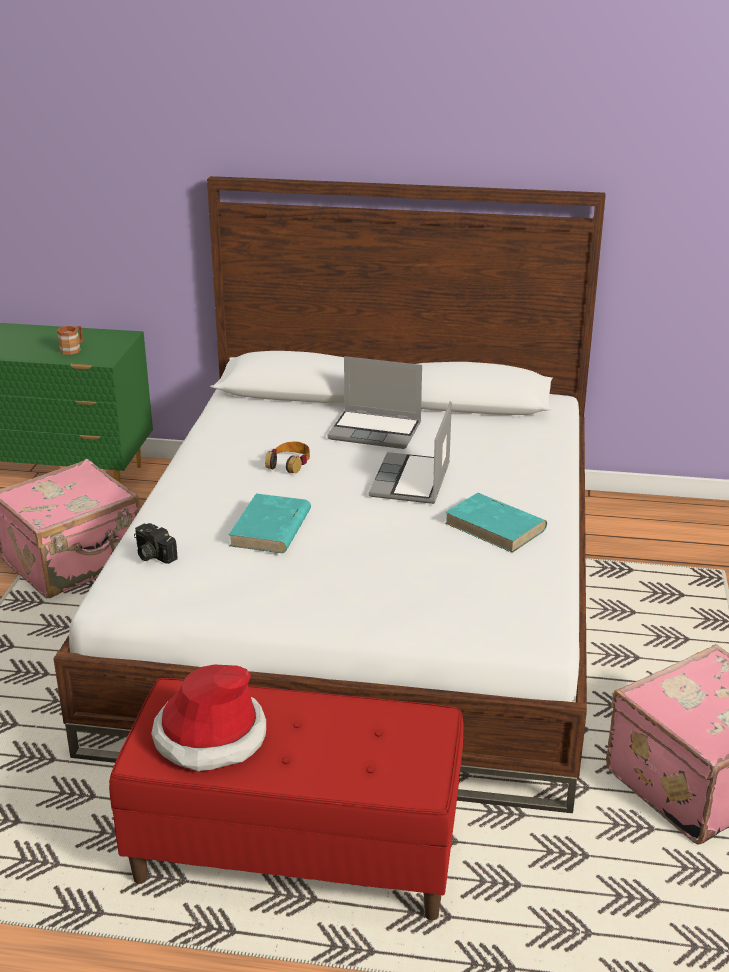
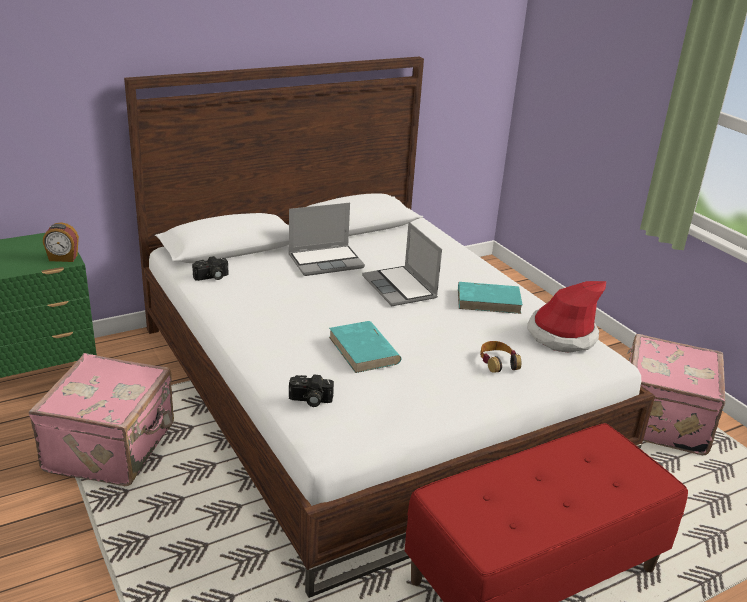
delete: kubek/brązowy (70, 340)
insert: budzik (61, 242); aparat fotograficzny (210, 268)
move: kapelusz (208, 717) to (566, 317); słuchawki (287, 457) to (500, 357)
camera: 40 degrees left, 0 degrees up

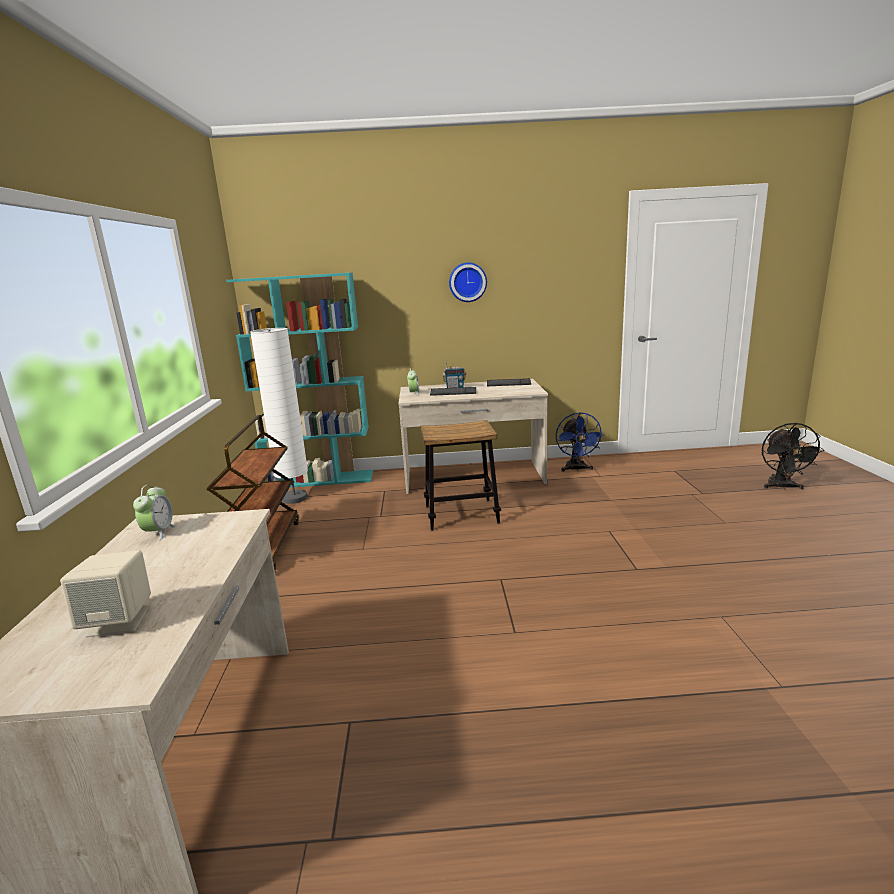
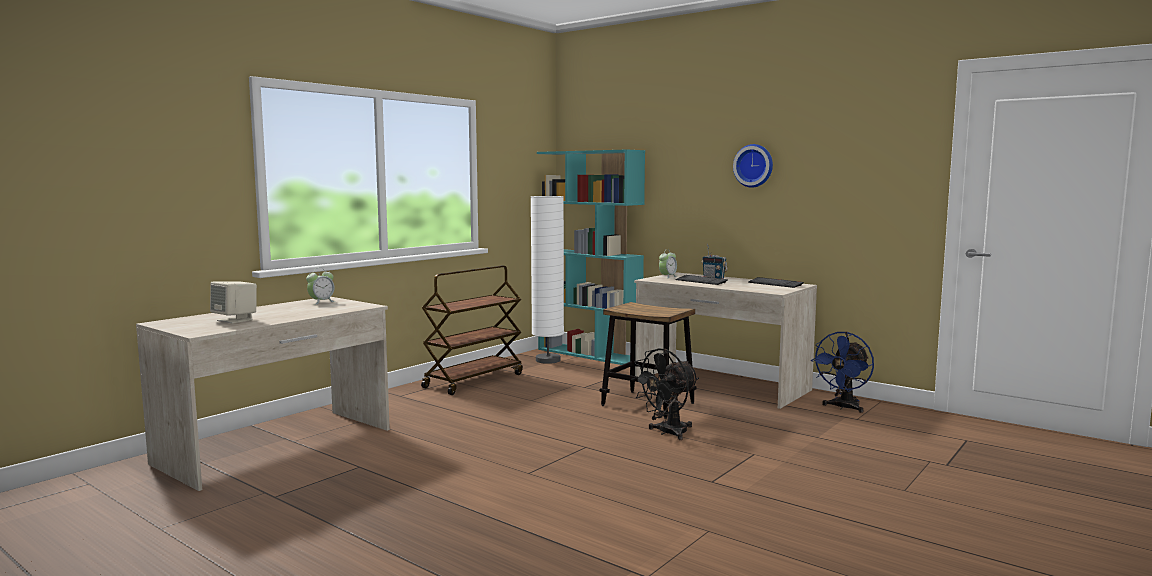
move: wentylator/czarny (793, 456) to (665, 394)
camera: 40 degrees right, 10 degrees down

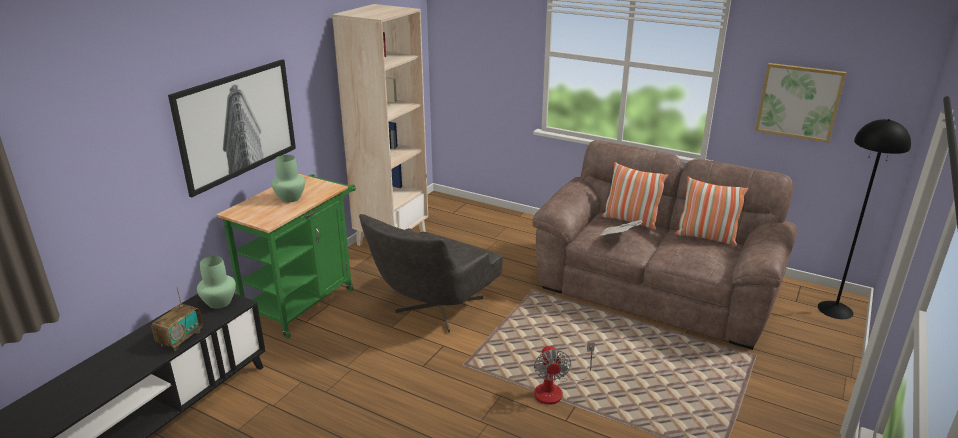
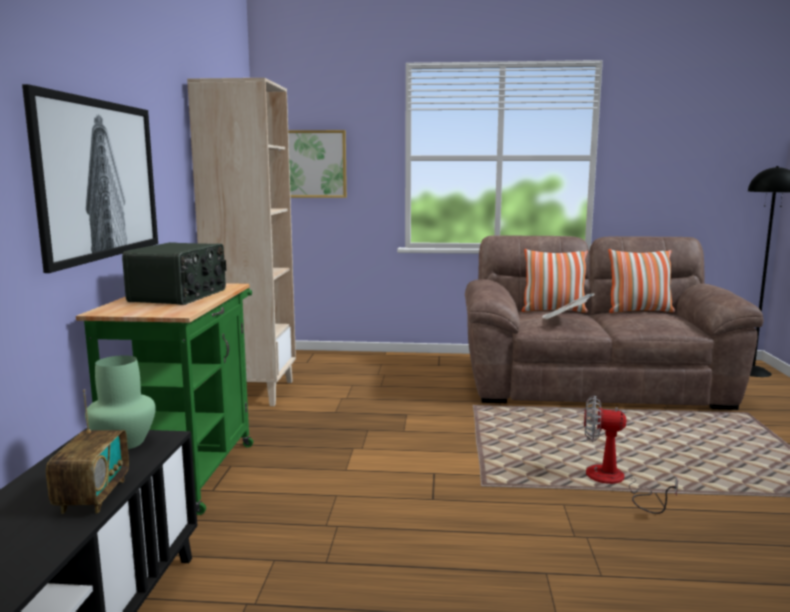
delete: fotel/szary (431, 273)
move: obraz (800, 103) to (317, 164)
replace: wazon/zielony (288, 179) to radio (174, 273)
rotate: wentylator (564, 373) = (631, 455) 135 degrees clockwise
camera: 25 degrees left, 15 degrees down

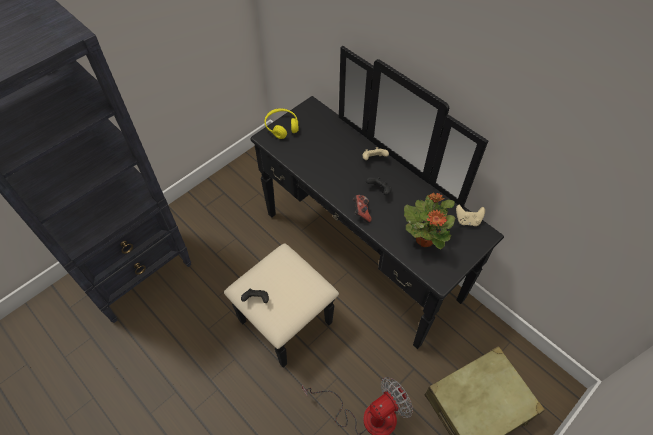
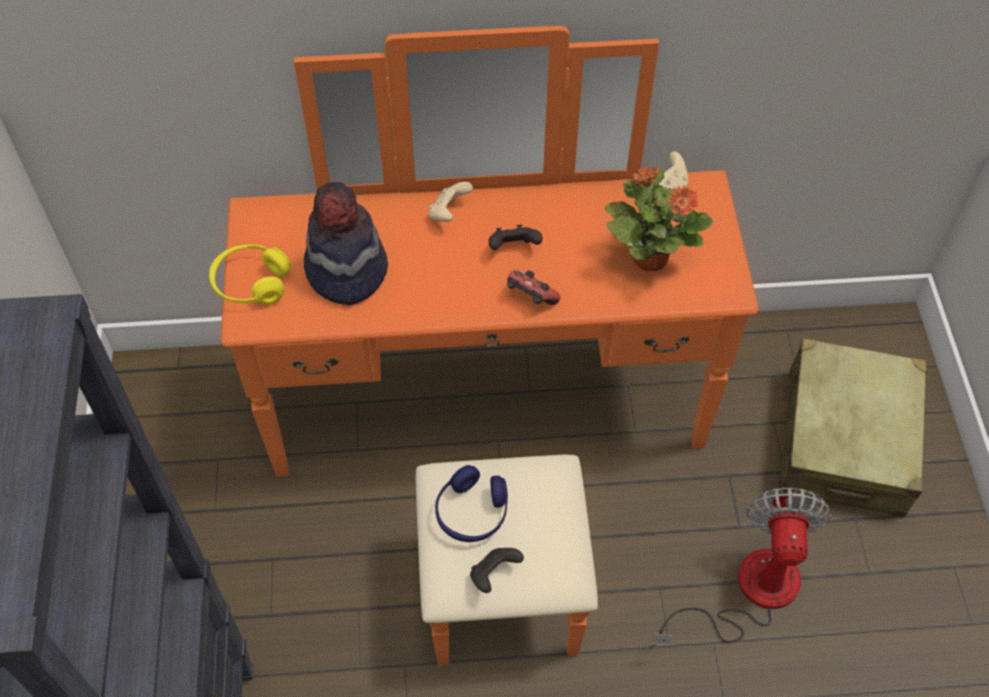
insert: kapelusz (346, 243); słuchawki/niebieski (471, 503)
recolor: komoda/czarny (364, 207) to komoda/pomarańczowy (489, 346)
camera: 50 degrees left, 0 degrees up

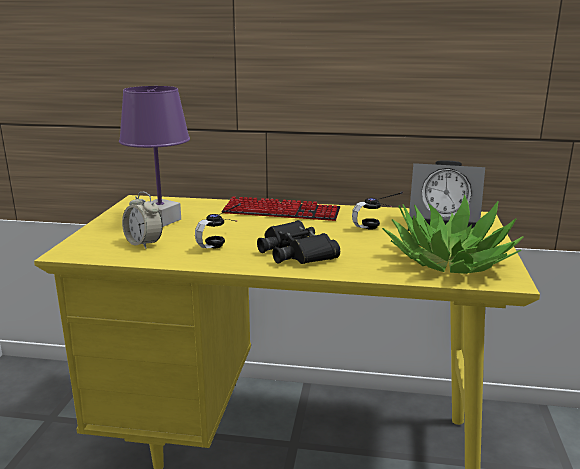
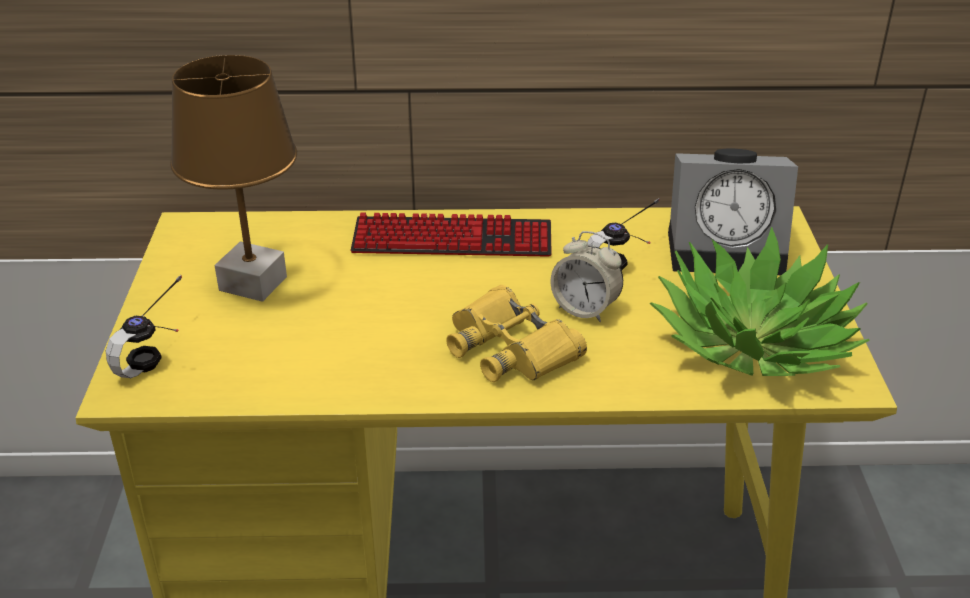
move: budzik (142, 220) to (586, 276); słuchawki (218, 226) to (144, 326)
recolor: lampa stołowa/fioletowy (154, 156) to lampa stołowa/brązowy (233, 178); lornetka/czarny (298, 242) to lornetka/żółty (516, 333)
camera: 10 degrees left, 15 degrees up

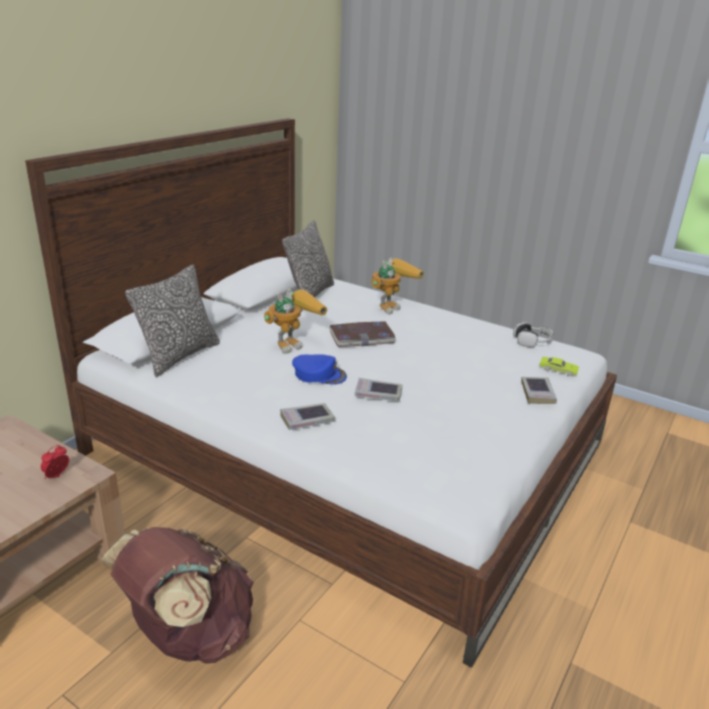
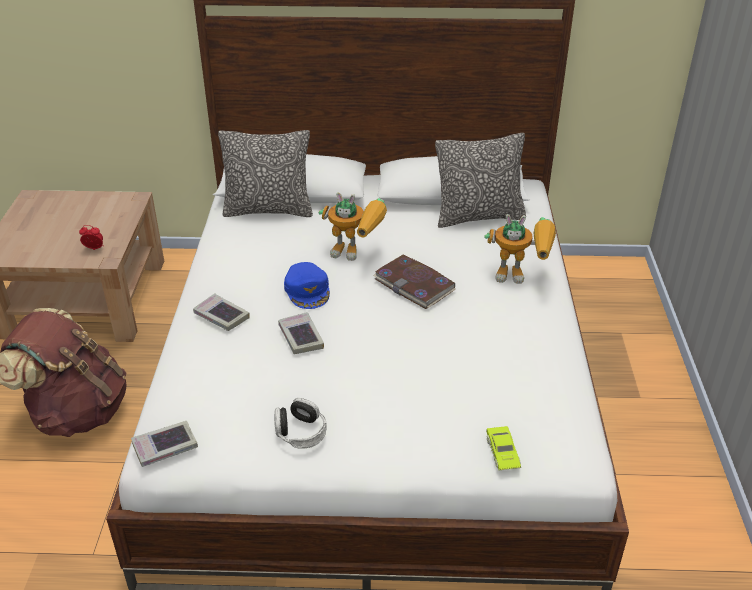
move: słuchawki (533, 335) to (300, 423); książka (539, 390) to (164, 444)
camera: 60 degrees right, 10 degrees up

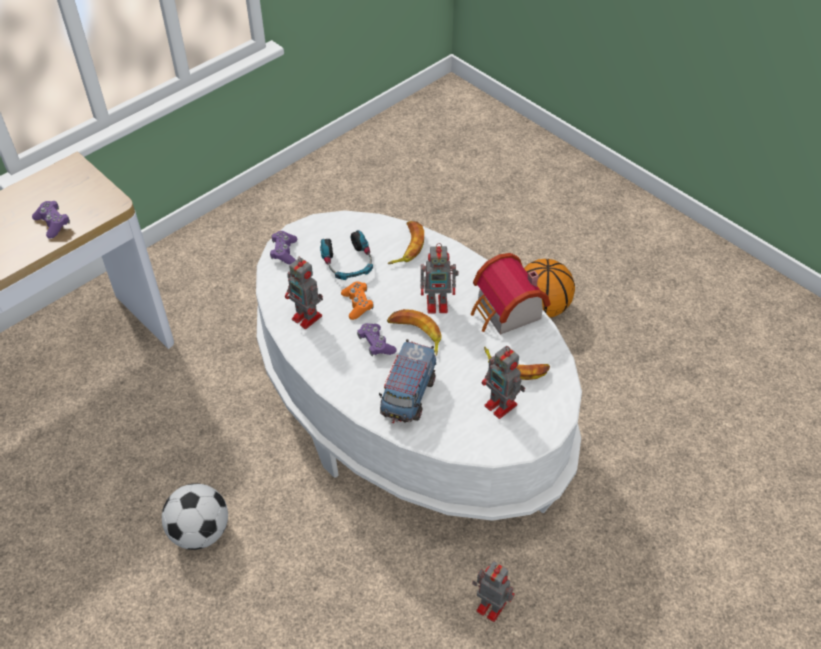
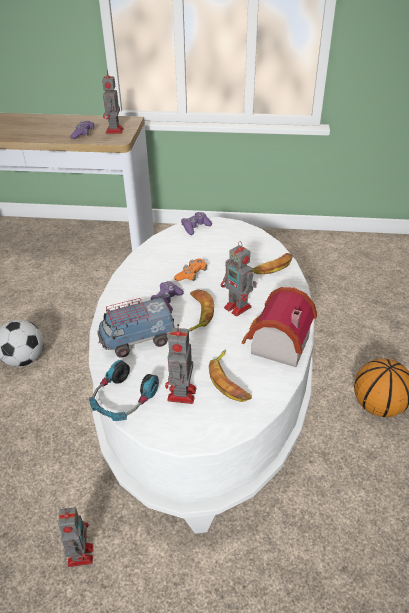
move: robot zabawkowy (304, 293) to (113, 102); słuchawki (346, 255) to (124, 390)
camera: 50 degrees right, 10 degrees down

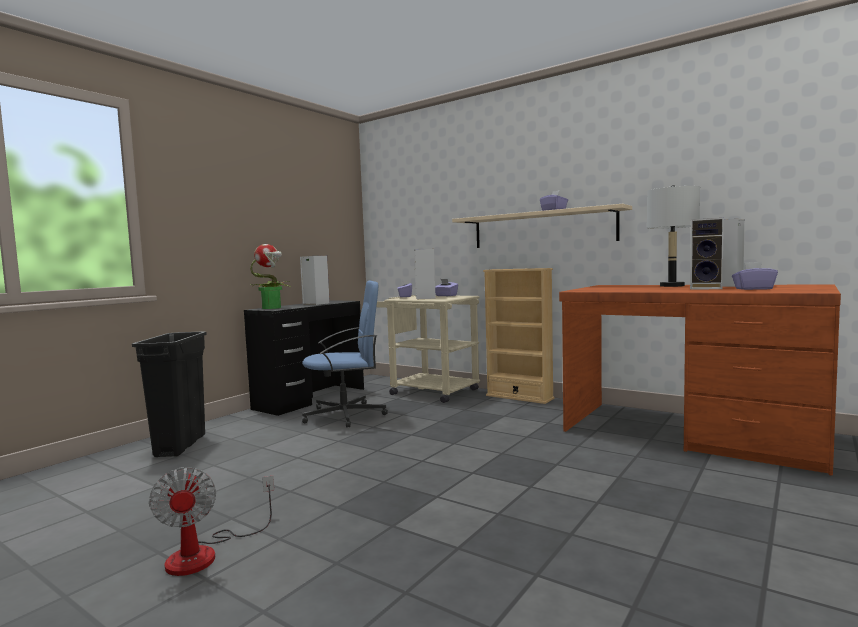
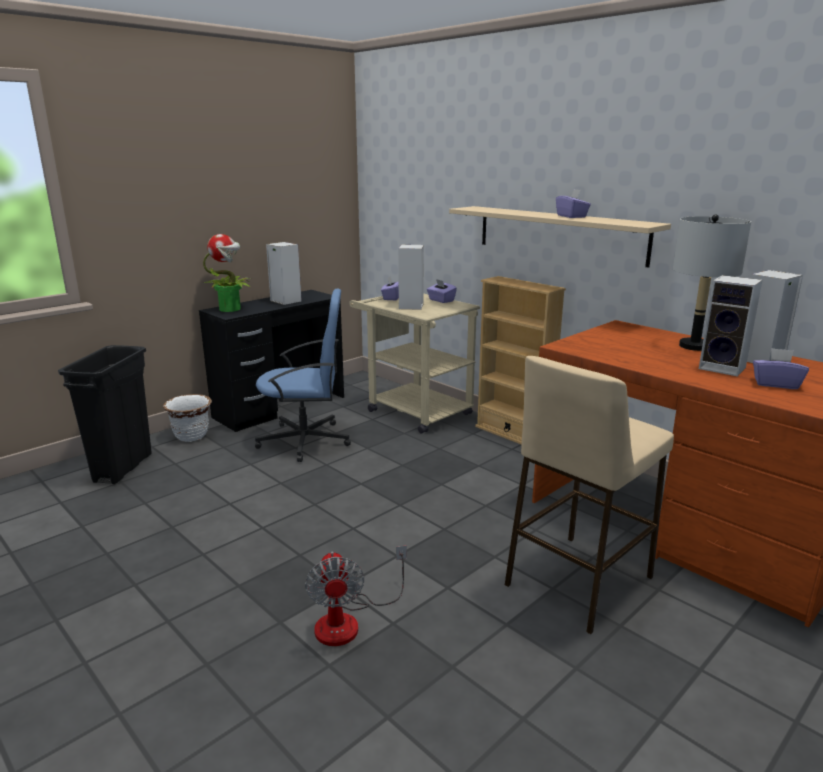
insert: donica/biały (187, 418); stołek/beżowy (589, 495)
move: wentylator (211, 521) to (356, 595)
camera: 10 degrees right, 15 degrees up

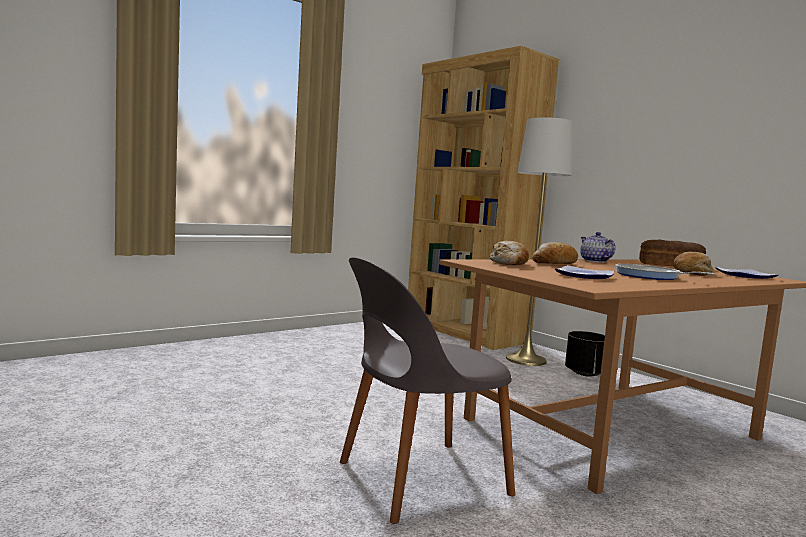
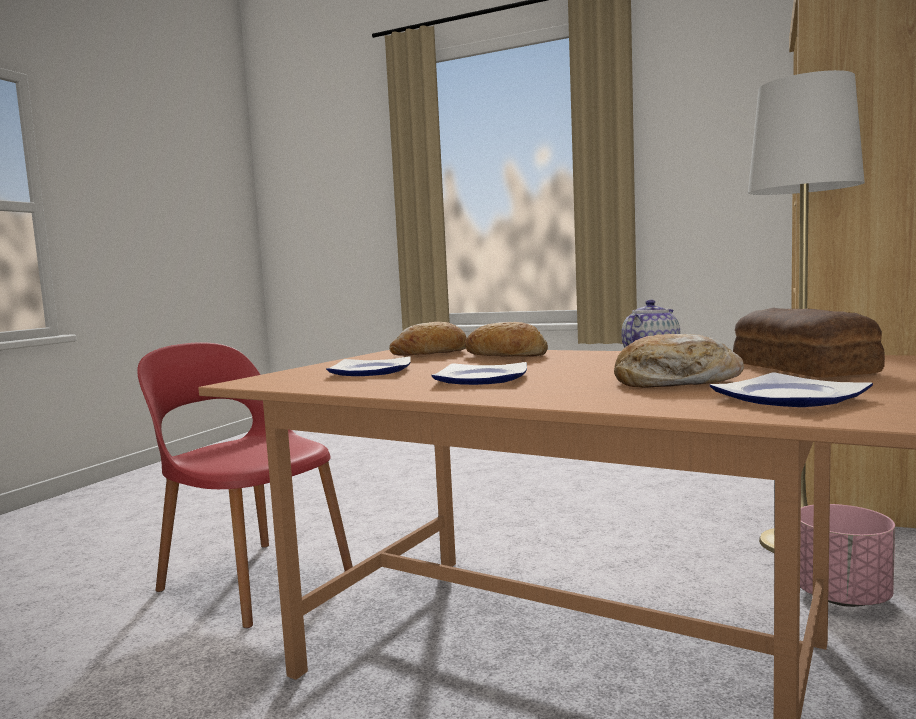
replace: patelnia (665, 272) to talerz (479, 373)
recolor: krzesło/szary (427, 390) to krzesło/czerwony (245, 485); donica/czarny (585, 354) to donica/różowy (847, 555)
camera: 65 degrees right, 0 degrees up

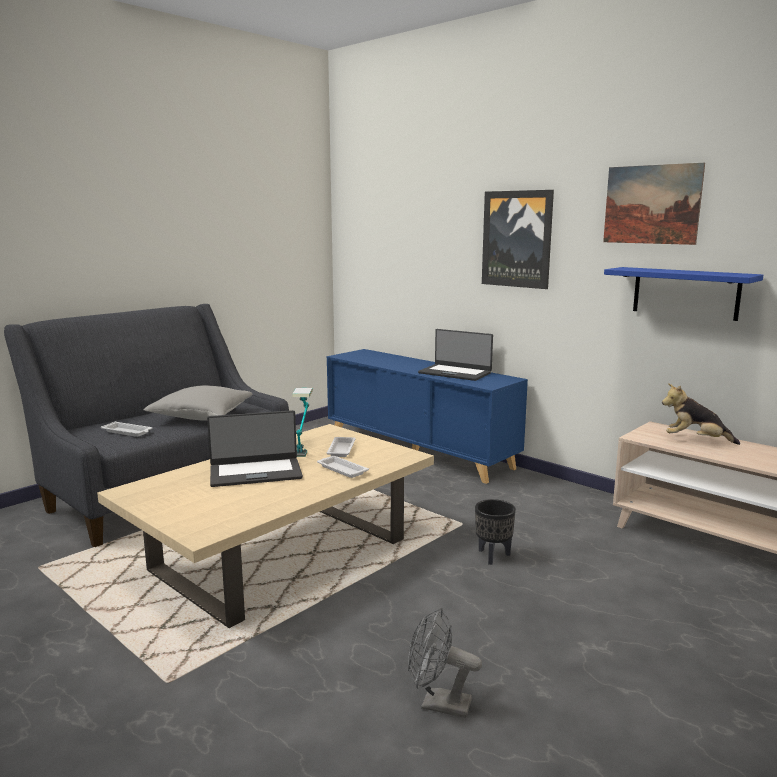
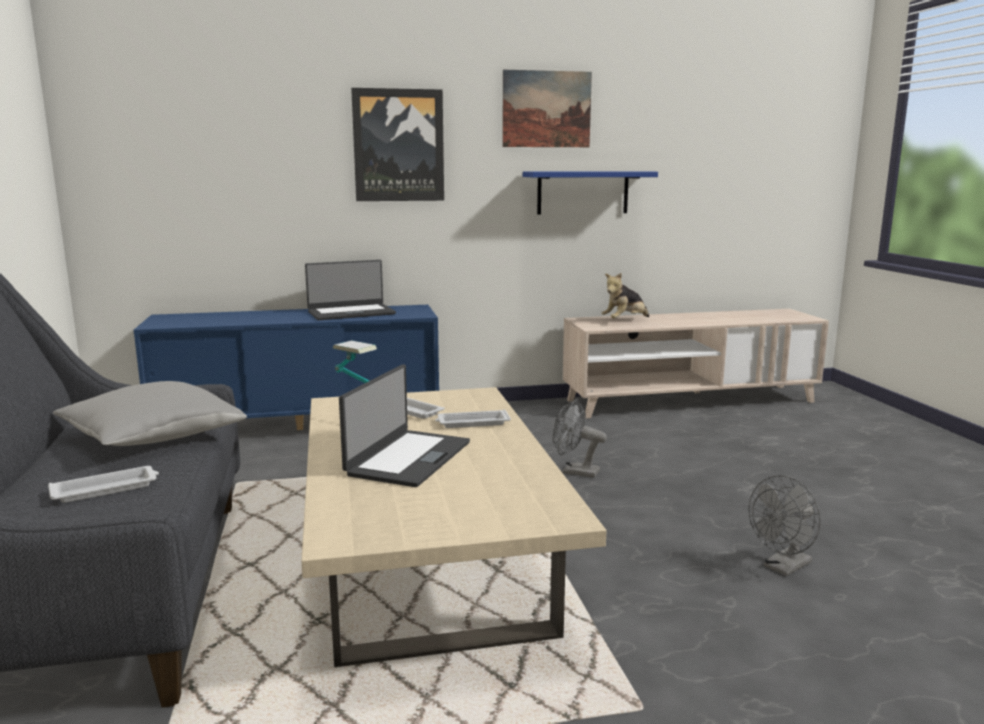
replace: donica/czarny (495, 532) to wentylator/szary (580, 438)
camera: 55 degrees left, 0 degrees up

